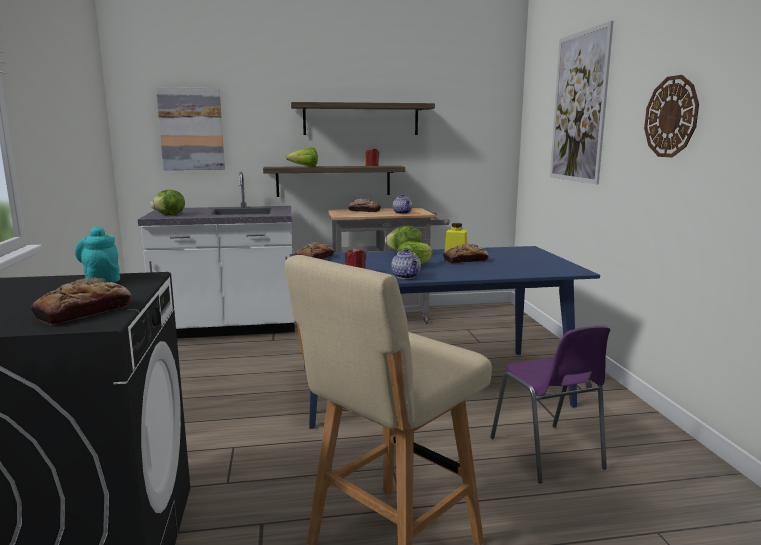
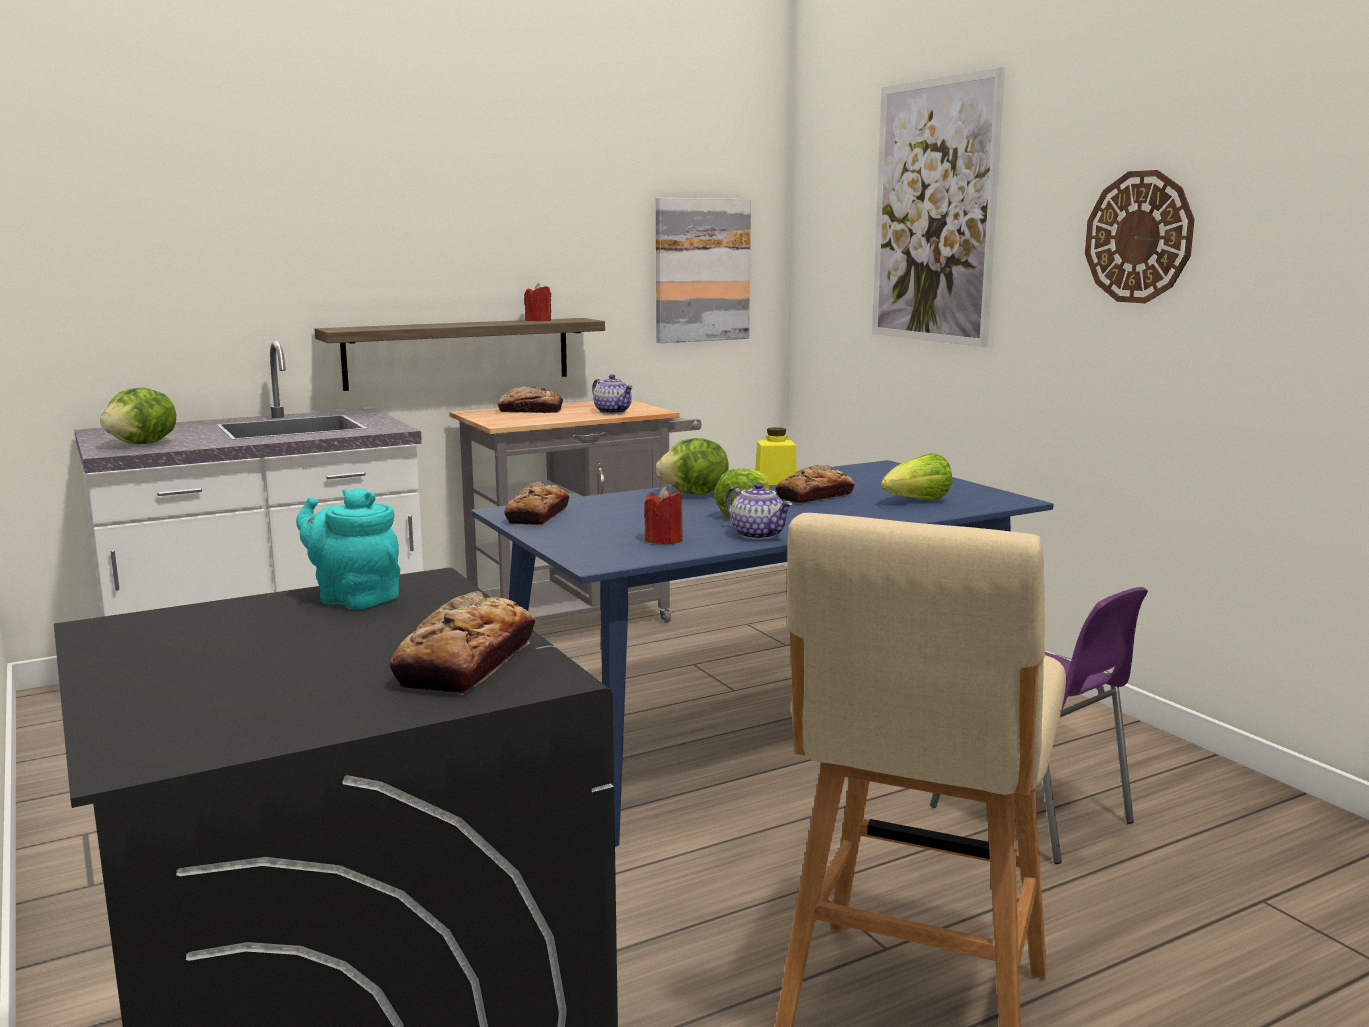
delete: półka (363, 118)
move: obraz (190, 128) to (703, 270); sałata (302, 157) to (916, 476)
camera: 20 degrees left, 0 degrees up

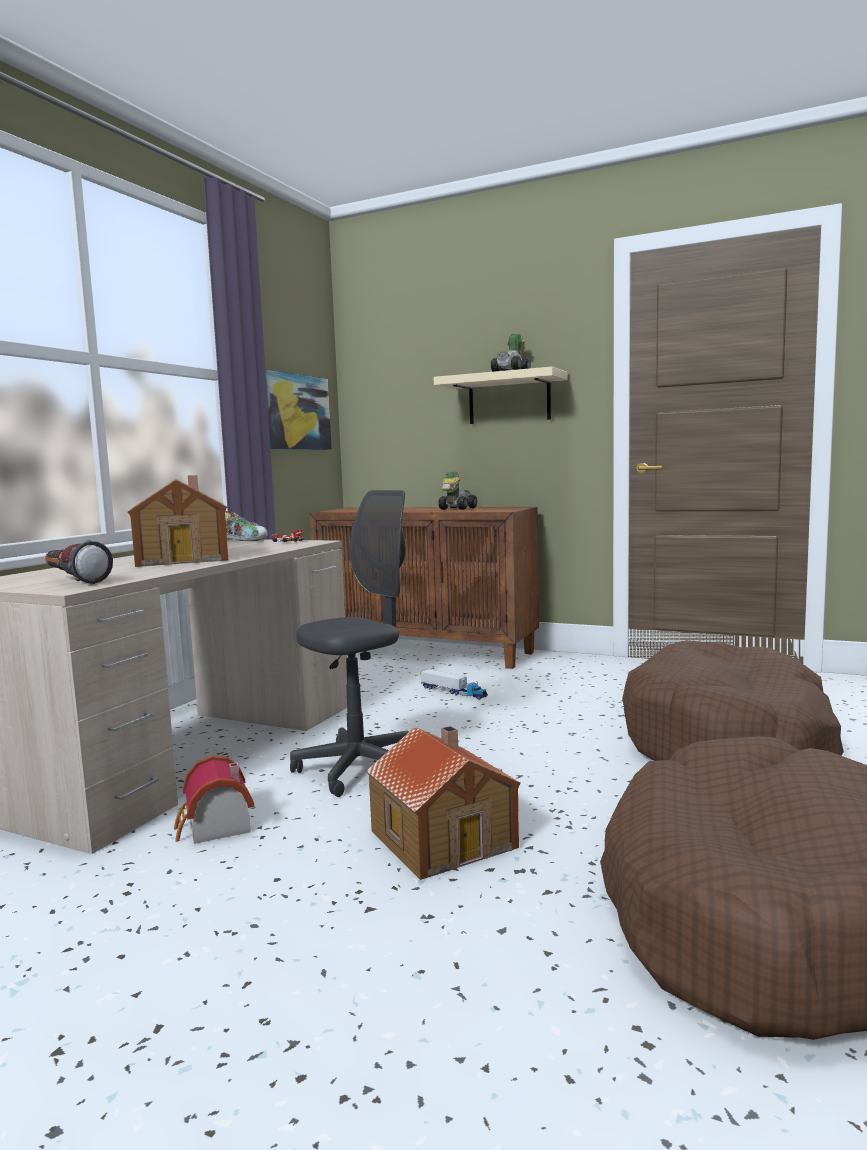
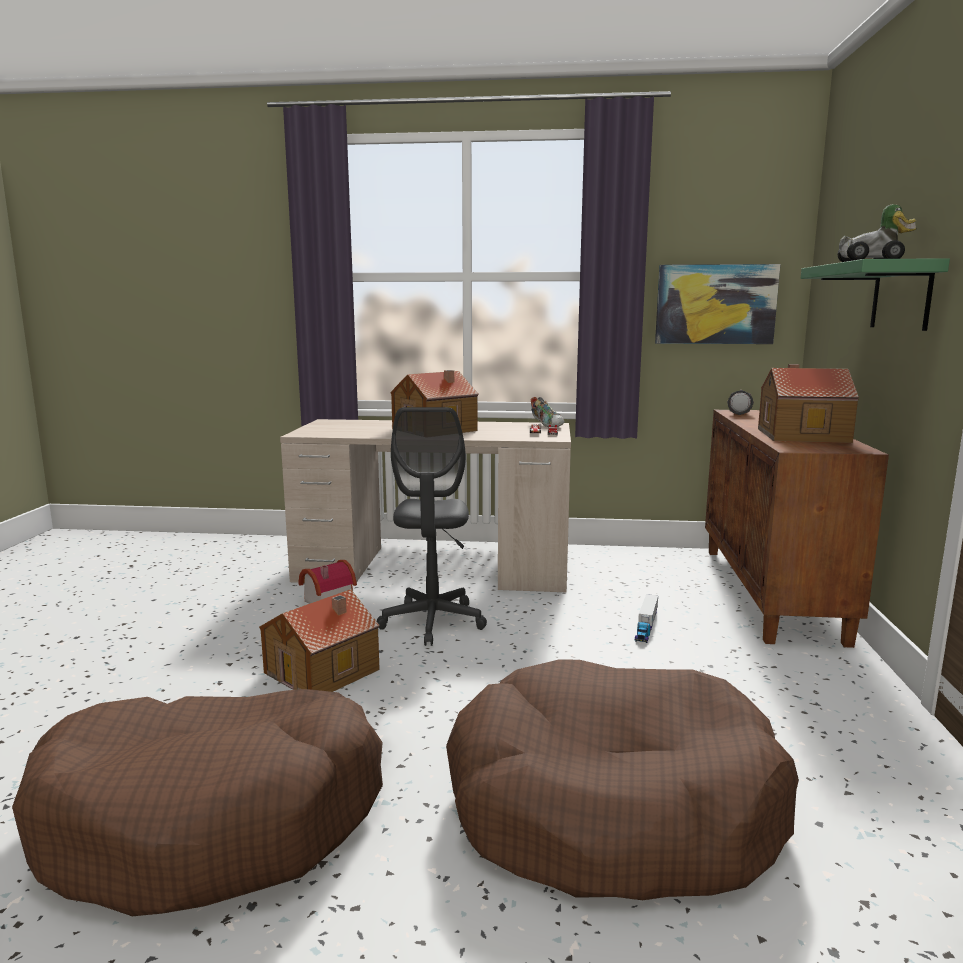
move: latarka (79, 562) to (740, 402)
replace: samochodzik (457, 491) to domek (808, 403)
recolor: półka/beżowy (500, 395) to półka/zielony (875, 294)
rotate: krzesło biurowe/szary (349, 643) = (432, 526) 60 degrees clockwise
camera: 70 degrees right, 5 degrees up

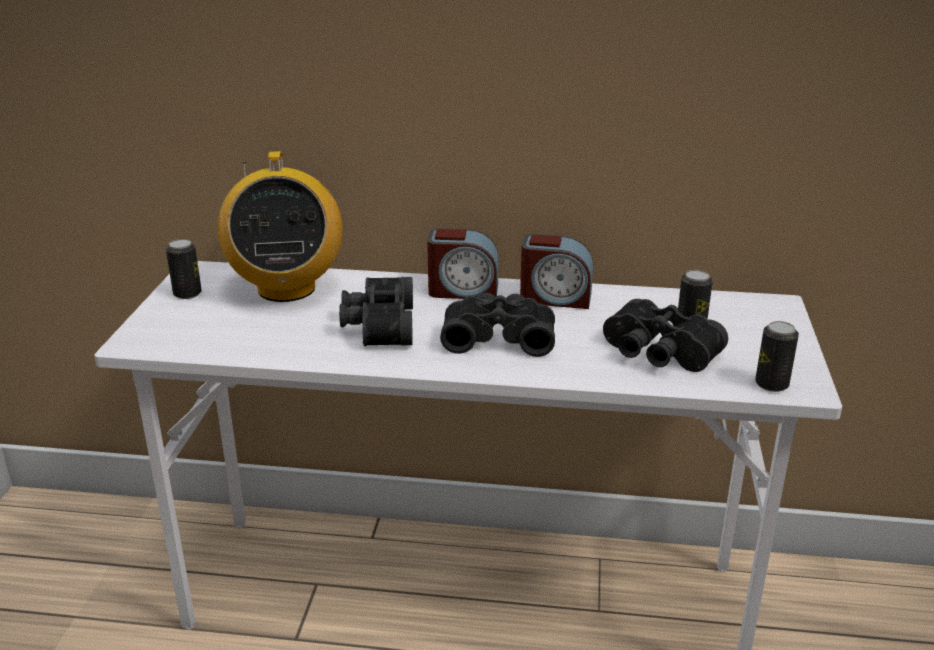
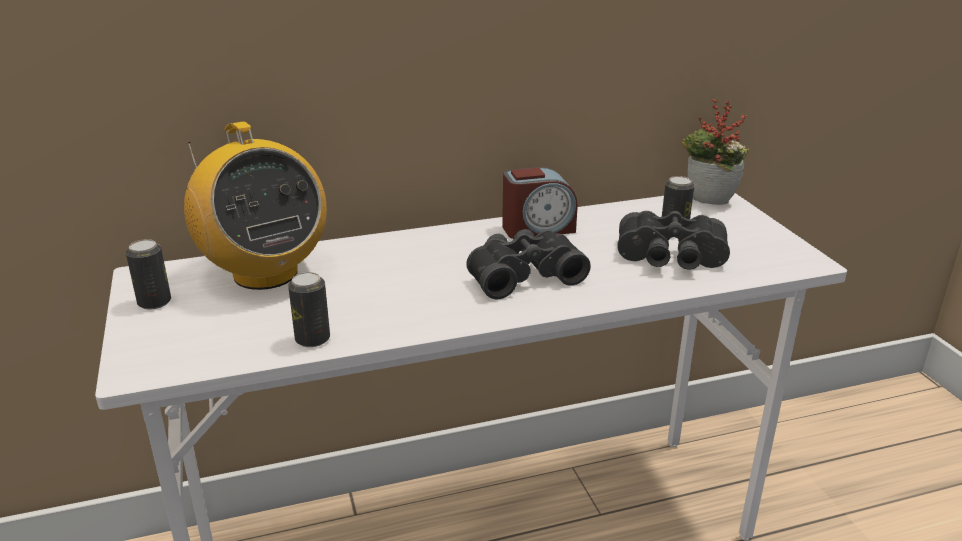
delete: lornetka/czarny (376, 311); budzik (463, 264)
insert: roślina doniczkowa (715, 152)
move: puszka (777, 356) to (309, 309)
camera: 25 degrees left, 0 degrees up

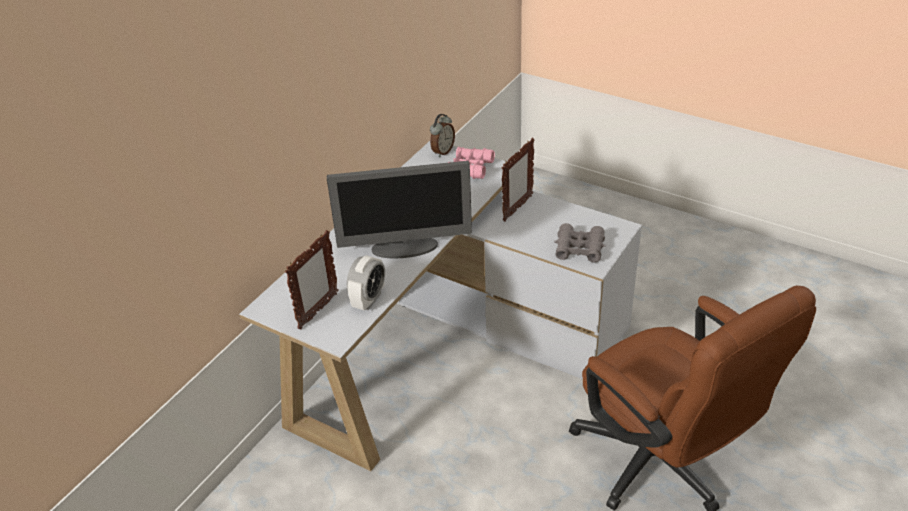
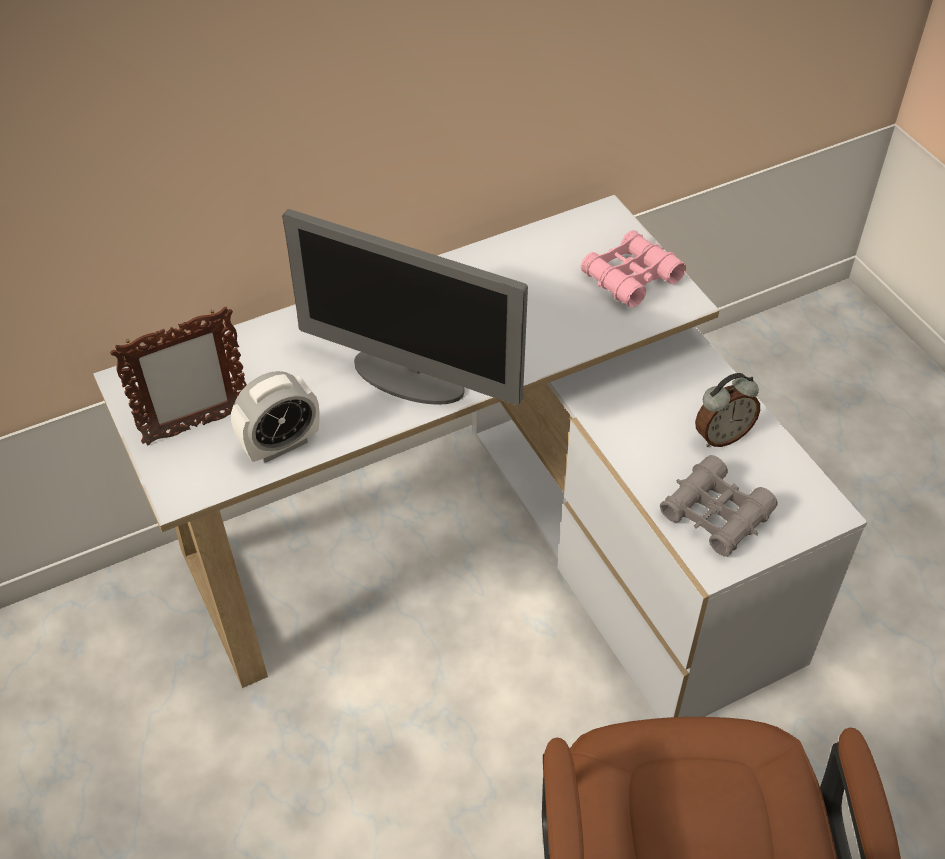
delete: ramka na zdjęcie (518, 180)
move: budzik (442, 135) to (727, 410)
camera: 30 degrees right, 10 degrees up

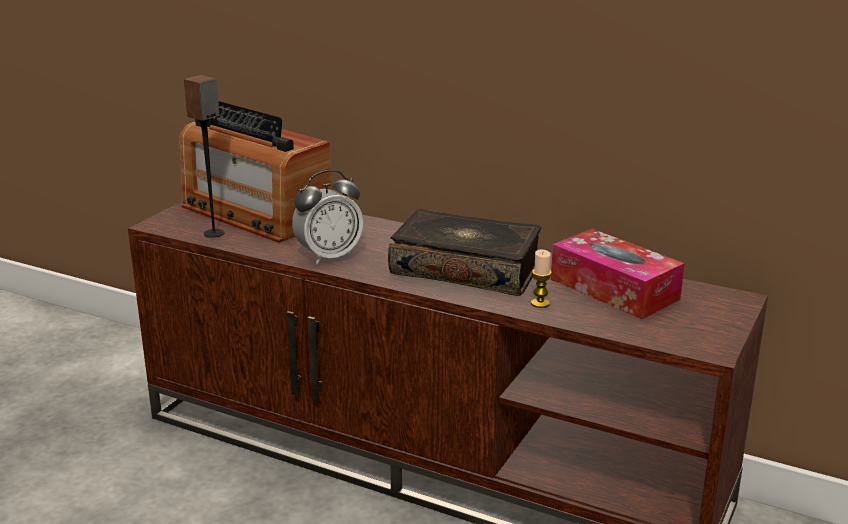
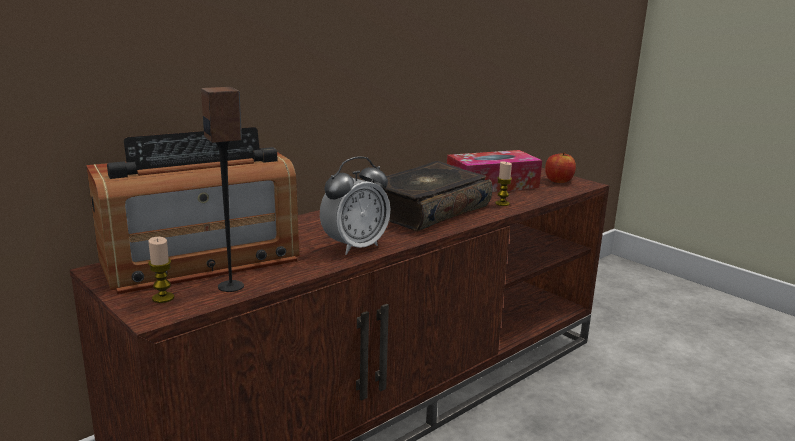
insert: świeca (161, 270); jabłko (560, 167)
rotate: budzik (327, 217) = (355, 206) 60 degrees clockwise
camera: 70 degrees left, 5 degrees down

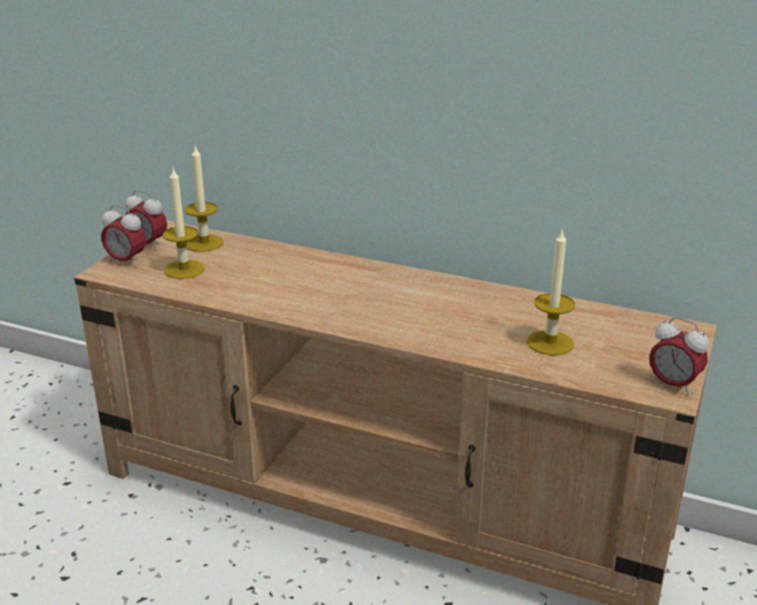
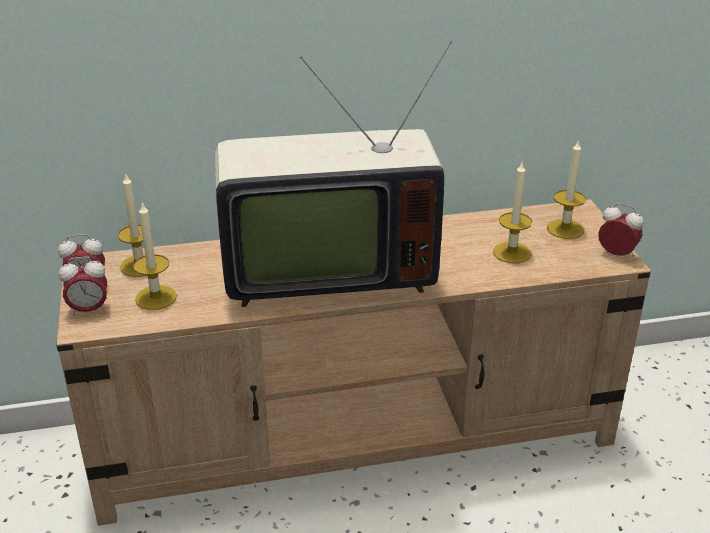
insert: telewizor (333, 174); świeca (566, 189)
rotate: budzik (679, 356) = (621, 229) 150 degrees counterclockwise
camera: 35 degrees left, 5 degrees up

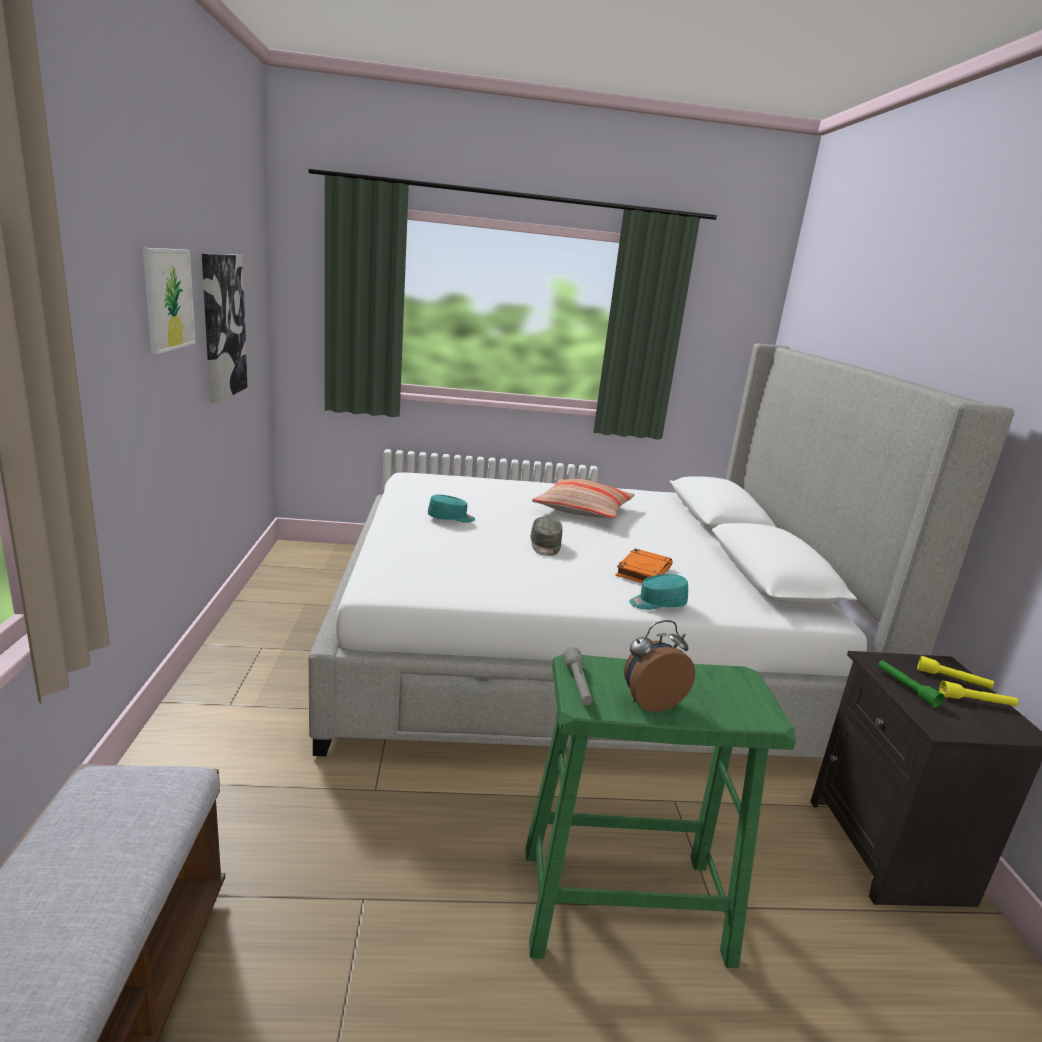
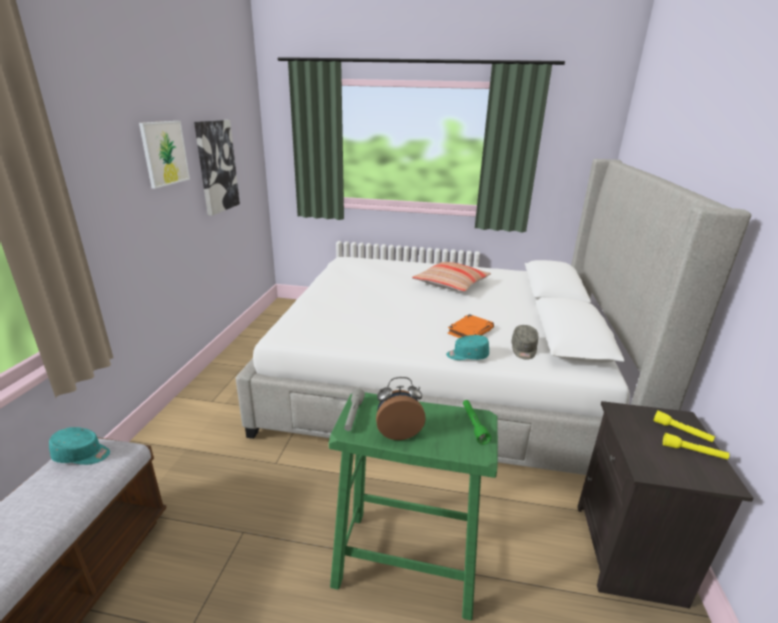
move: czapka z daszkiem/turkusowy (451, 509) to (79, 446); czapka z daszkiem/szary (546, 536) to (524, 342); latarka/zielony (911, 684) to (477, 422)
camera: 15 degrees right, 5 degrees up

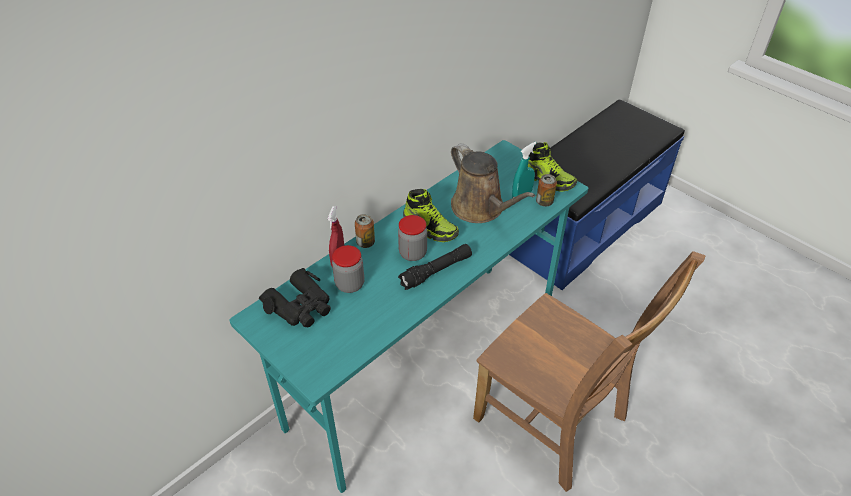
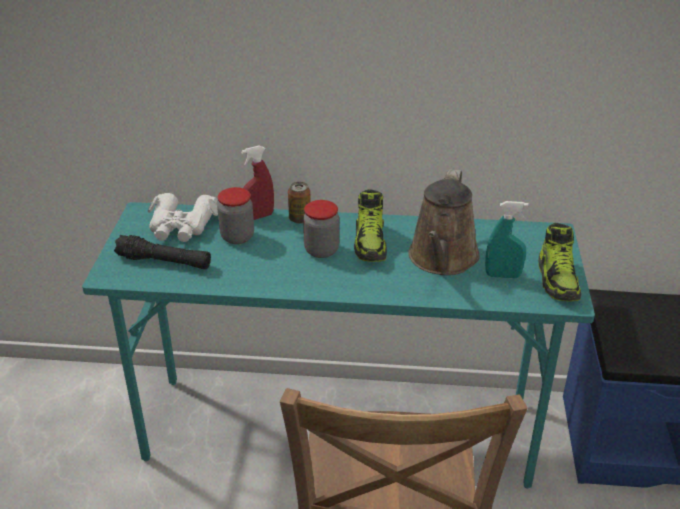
delete: puszka (546, 190)
move: latarka/czarny (435, 267) to (162, 252)
recolor: lornetka/czarny (295, 298) to lornetka/biały (183, 217)
camera: 50 degrees right, 10 degrees down

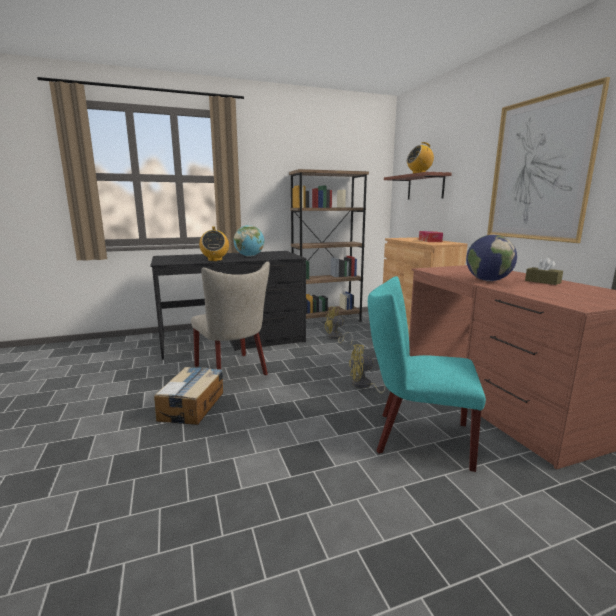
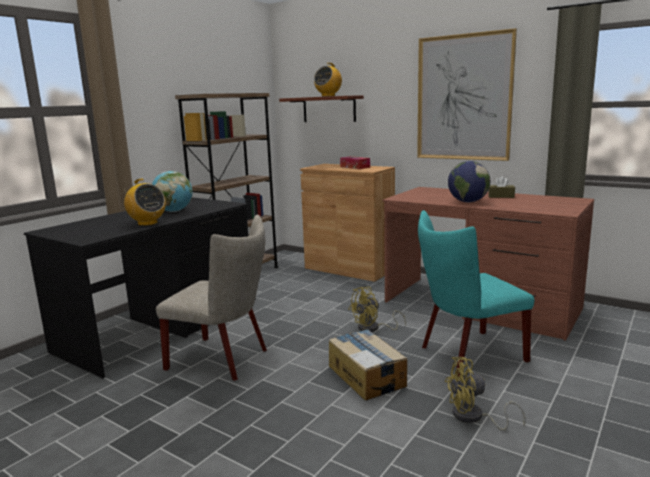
move: karton (188, 396) to (368, 364); wentylator/żółty (339, 324) to (485, 394)
camera: 35 degrees left, 0 degrees up

